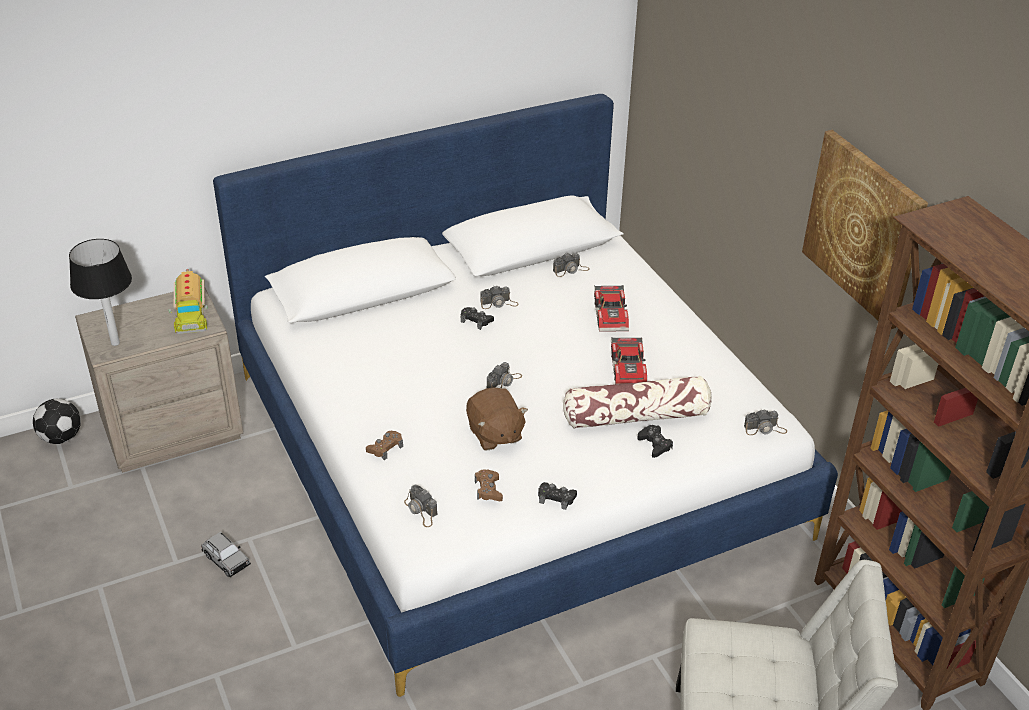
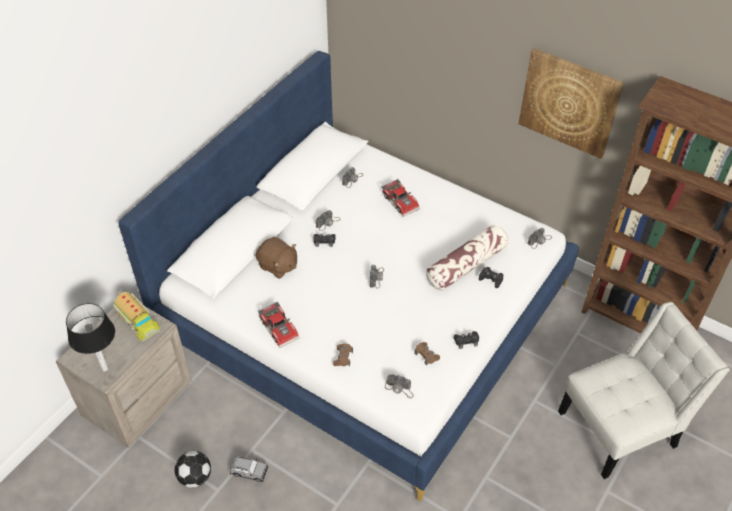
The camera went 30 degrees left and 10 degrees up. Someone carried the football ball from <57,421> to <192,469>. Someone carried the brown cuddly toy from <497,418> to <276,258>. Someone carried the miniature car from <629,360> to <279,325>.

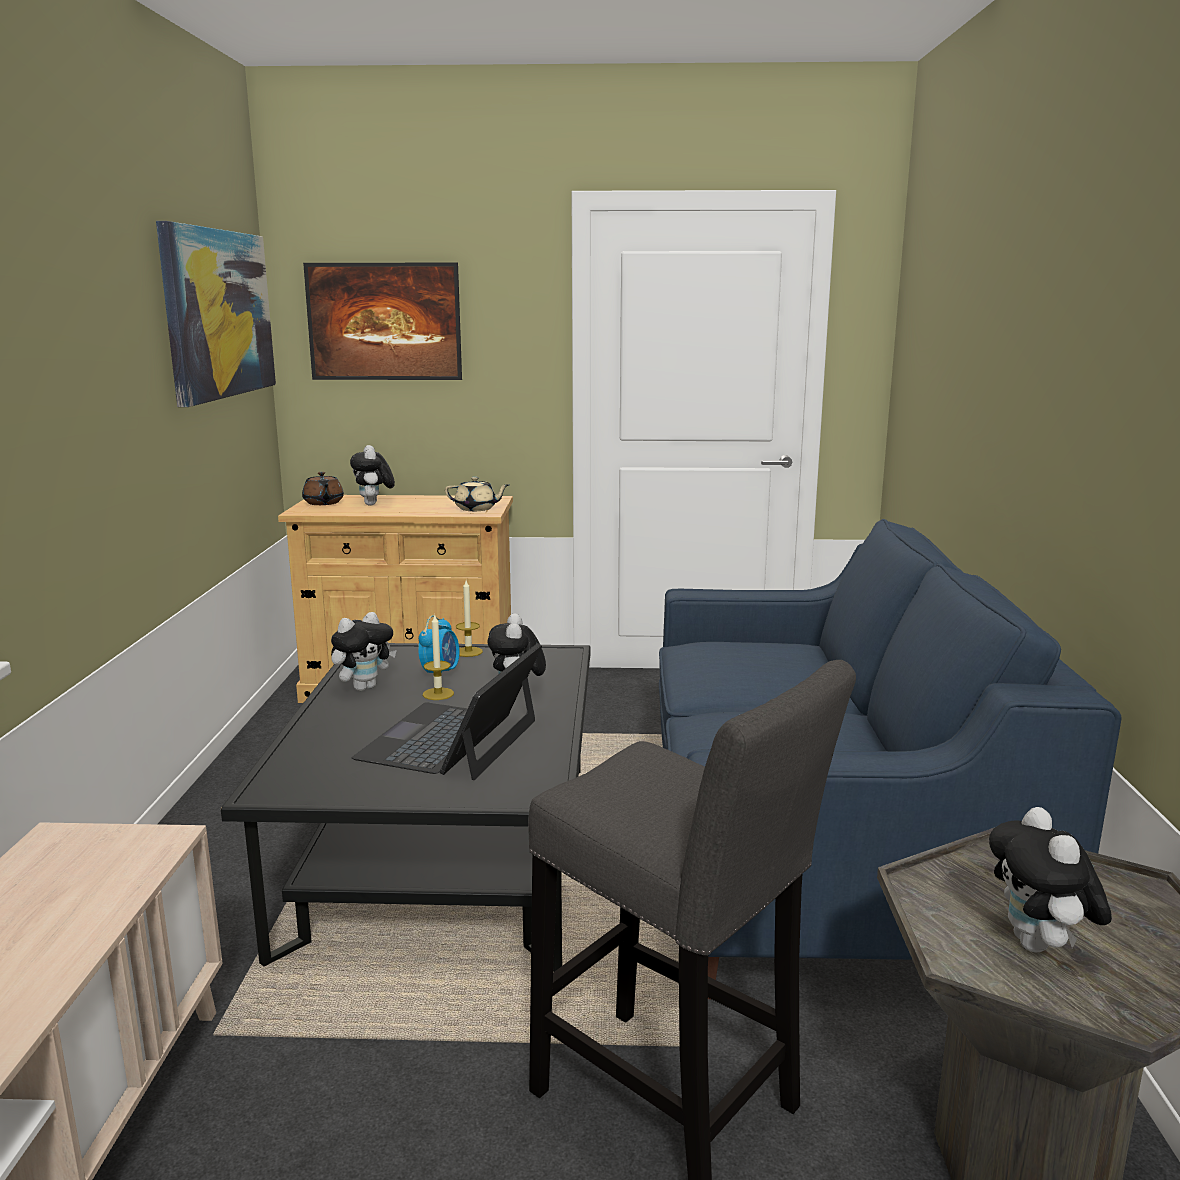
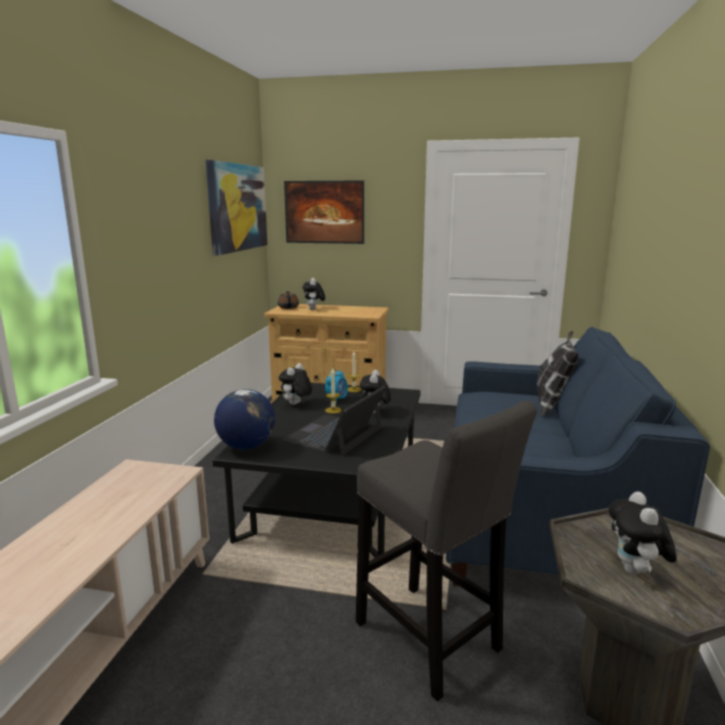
The camera went 10 degrees right and 0 degrees up. Someone put down the desk globe at <244,419>. Someone rotated the cuddly toy at <364,651> by 150 degrees clockwise. Someone put down the cushion at <557,374>. Someone took away the beige-coloured tea pot at <477,494>.

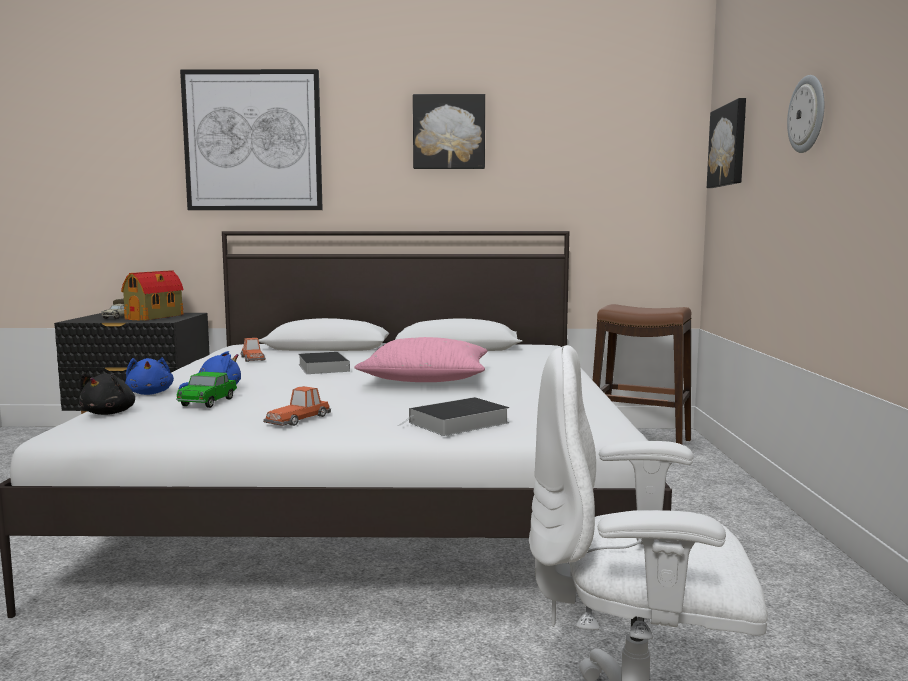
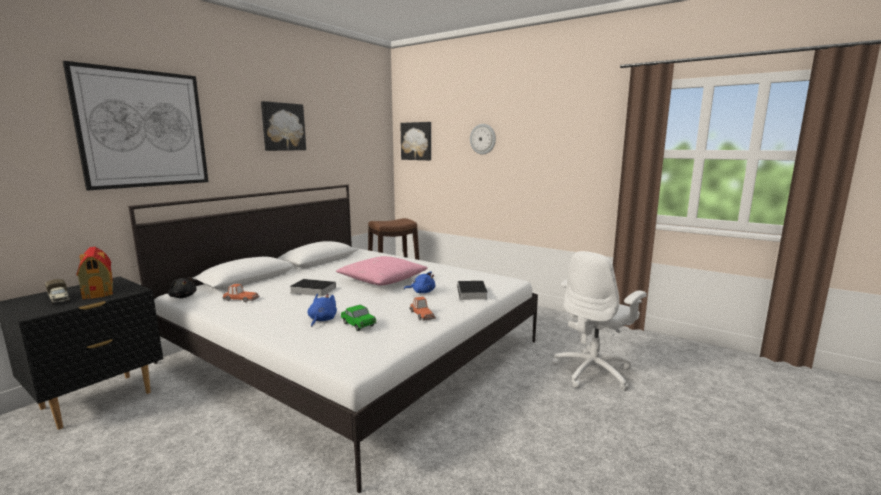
The camera went 55 degrees left and 5 degrees up. Someone carried the black cuddly toy from <107,393> to <182,287>. Someone carried the bluish cuddly toy from <149,376> to <419,282>.

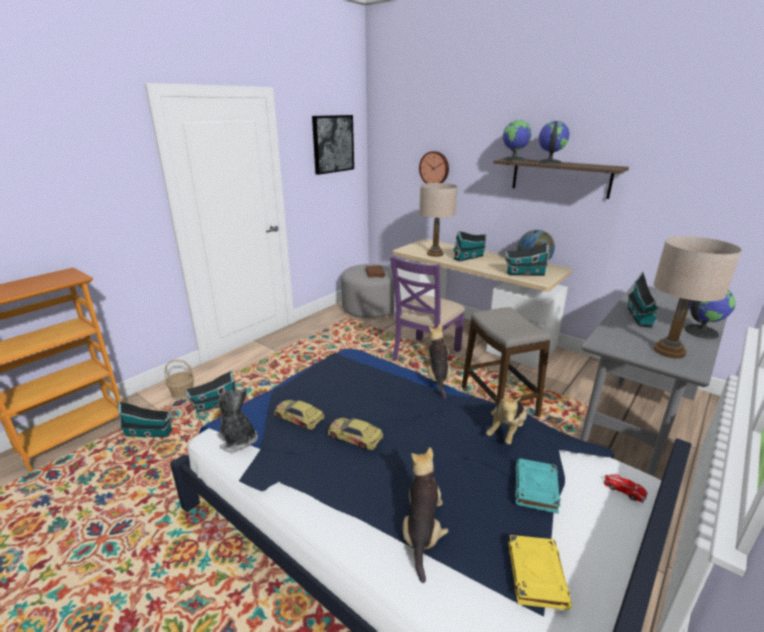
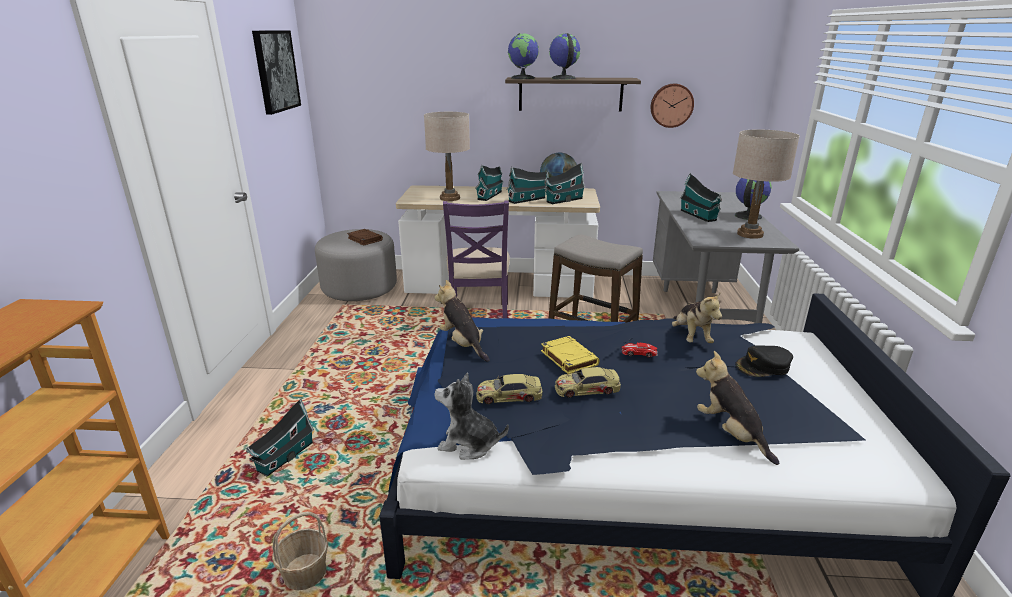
The camera went 35 degrees left and 0 degrees up. Someone carried the storage basket from <179,379> to <300,551>. Someone carried the cuddly toy from <441,361> to <462,321>. Someone carried the toy house from <145,419> to <528,185>. Someone carried the yellow-coloured volume from <540,572> to <570,355>. Someone carried the miniature car from <626,488> to <639,350>. Someone carried the clock on the wall from <434,167> to <672,106>. Someone swapped the blue-green volume at <538,486> for the black cap at <764,361>.

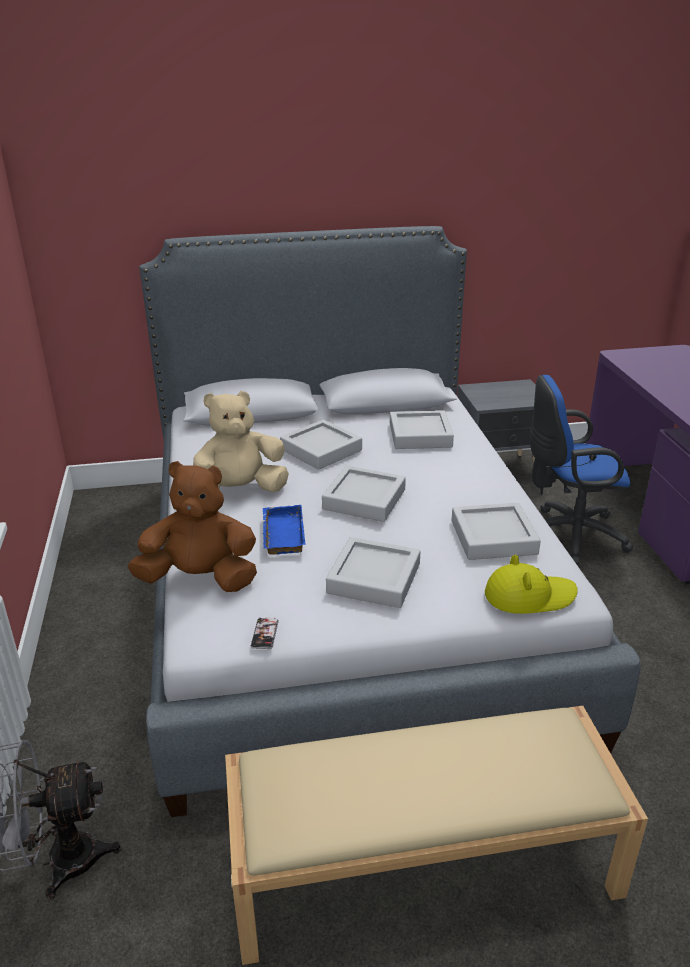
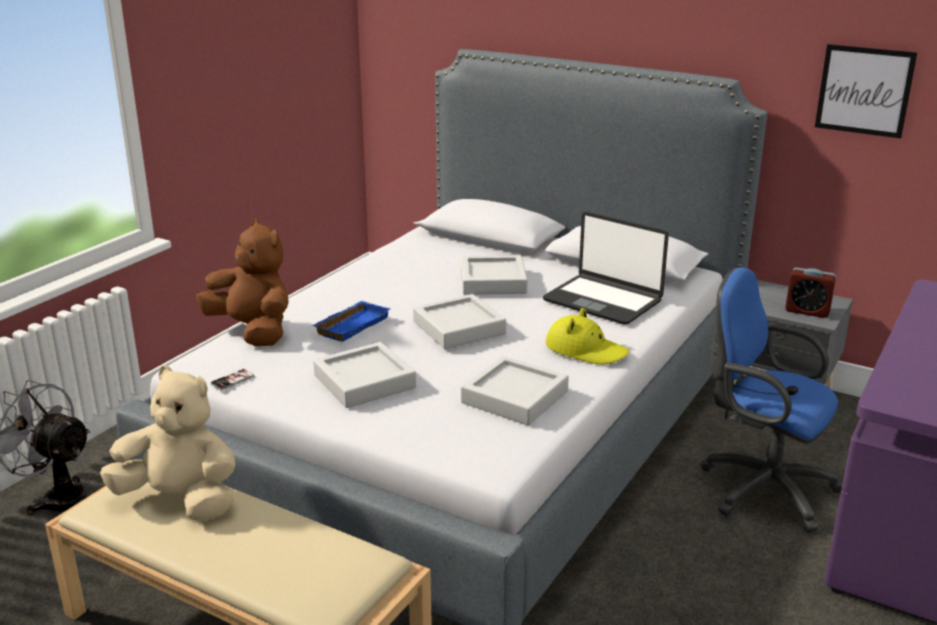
The camera went 40 degrees right and 5 degrees down. Someone carried the beige-coloured cuddly toy from <241,441> to <167,443>. Someone swapped the gray carrying tray at <422,429> for the notebook computer at <606,268>. Someone carried the yellow-coloured hat from <531,584> to <587,336>. Someone put down the bedside clock at <810,292>. Someone put up the wall art at <866,91>.

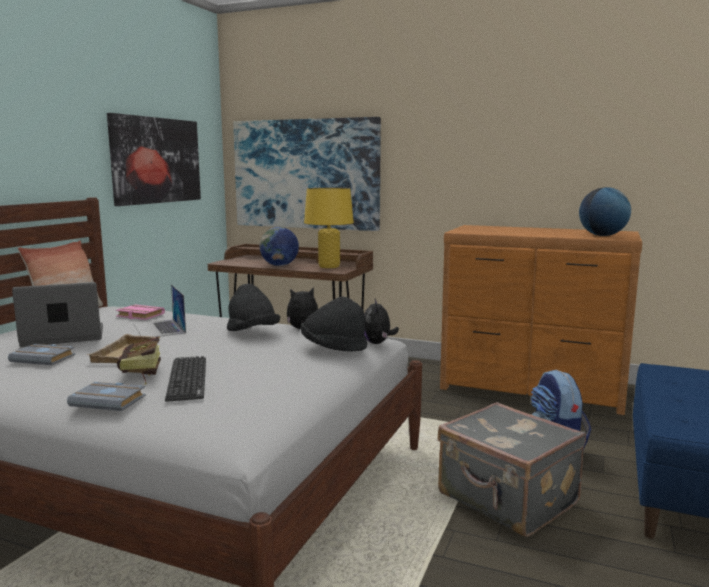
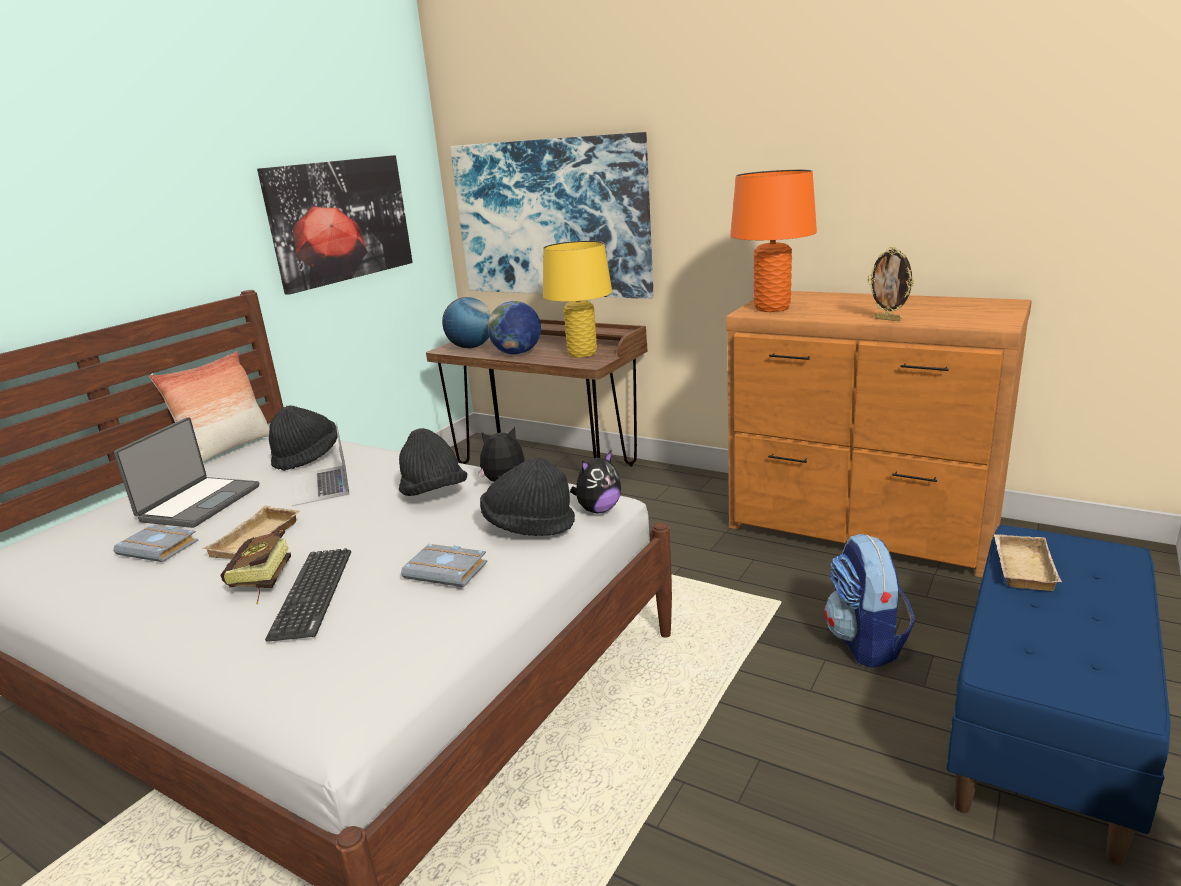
The camera went 10 degrees right and 10 degrees up. Someone rotated the notebook computer at <57,314> by 120 degrees clockwise. Someone swapped the pink volume at <140,312> for the black hat at <303,438>. Someone carried the gray volume from <106,396> to <444,565>. Someone carried the desk globe from <605,211> to <466,322>. Someone rotated the cuddly toy at <381,321> by 135 degrees counterclockwise. Someone put down the orange-coloured lamp for a table at <773,241>. Someone put down the photo frame at <891,284>. Someone put down the beige-coloured carrying tray at <1028,562>. Someone took away the gray suitcase at <512,469>.

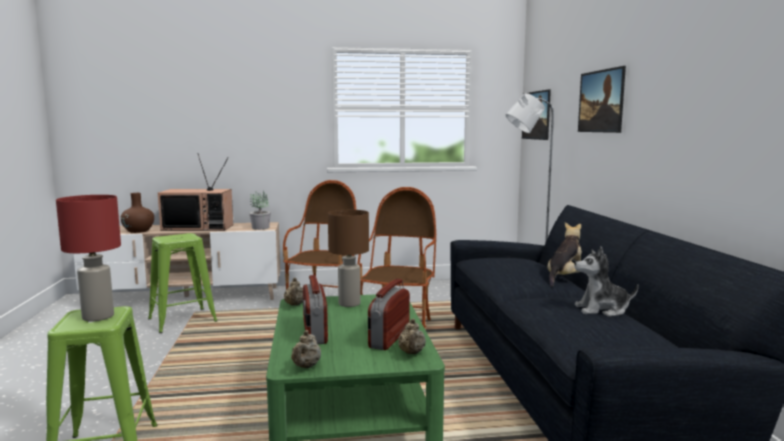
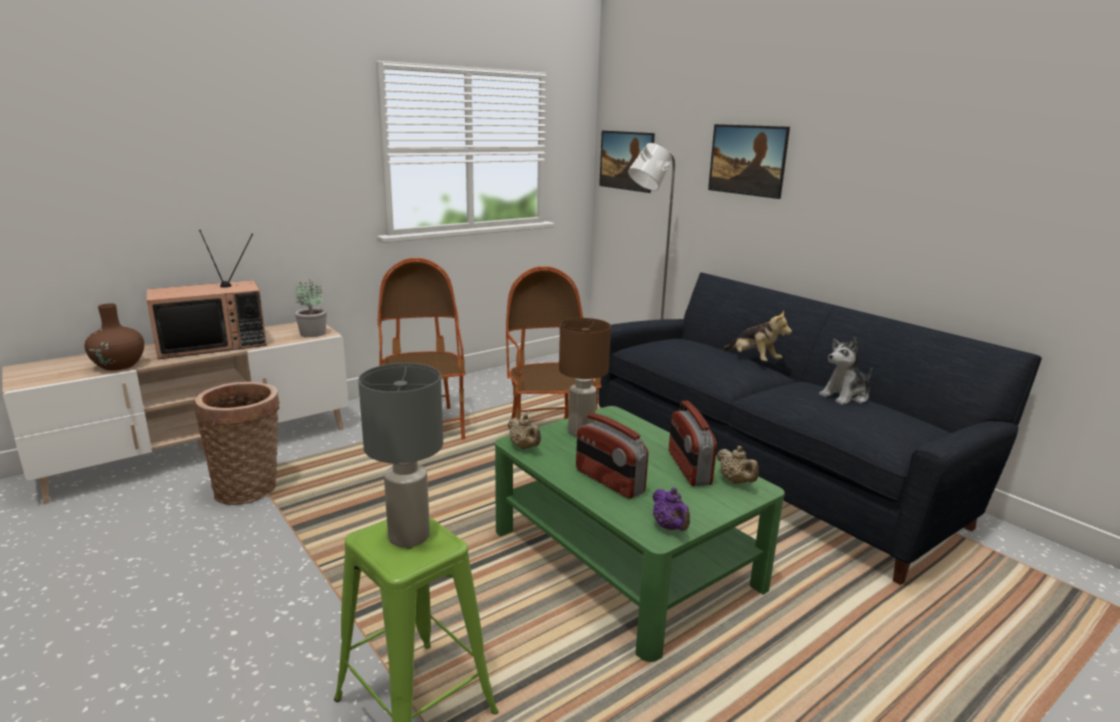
The camera went 30 degrees left and 10 degrees up. Someone swapped the green-coloured stool at <182,283> for the storage basket at <237,443>. Someone repainted the reddish lamp for a table at <88,258>, which became the gray lamp for a table at <400,455>. Someone repainted the beige-coloured tea pot at <306,349>, which became the purple-coloured tea pot at <671,509>. Someone rotated the cuddly toy at <564,254> by 135 degrees clockwise.

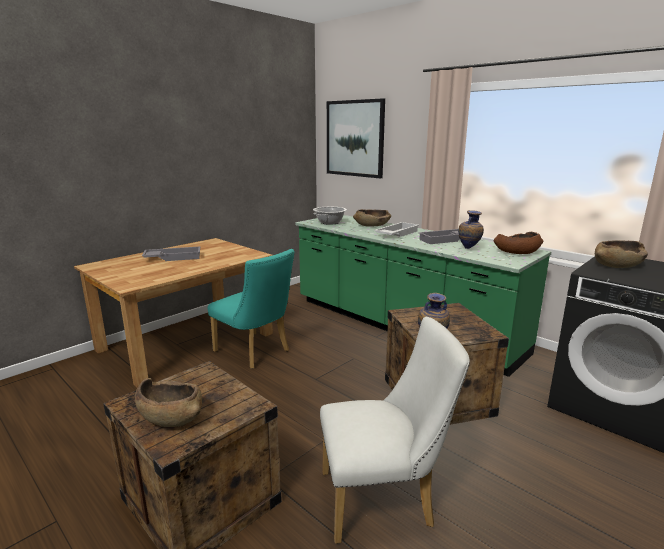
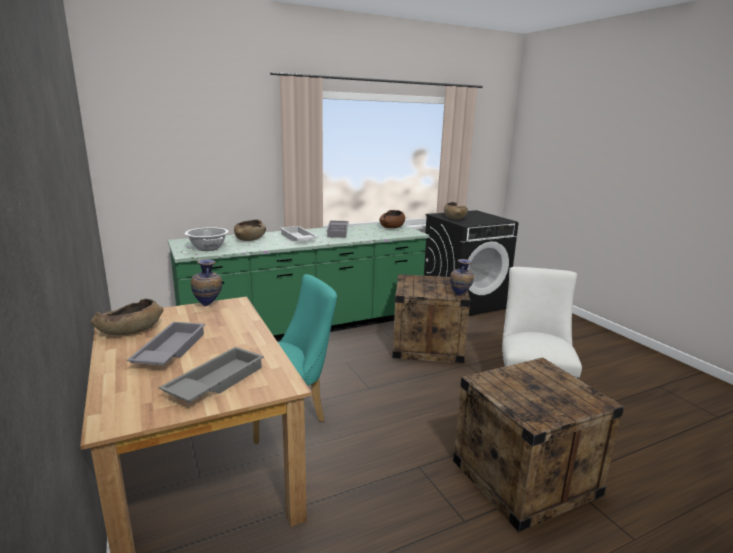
The camera went 70 degrees left and 0 degrees up. Someone carried the brown deep dish from <168,402> to <127,316>. Someone put down the gray carrying tray at <211,375>. Someone carried the decorative vase from <471,229> to <206,282>. Someone took away the wall art at <356,138>.

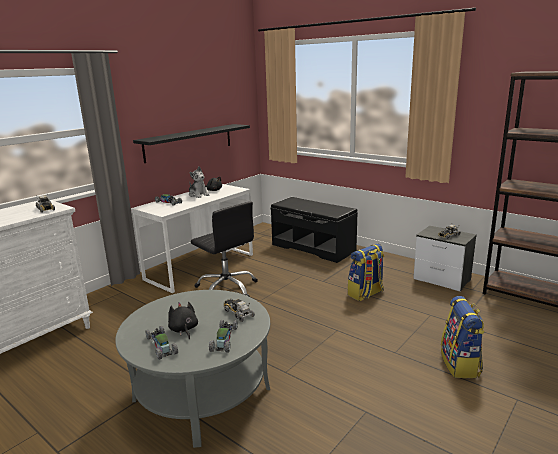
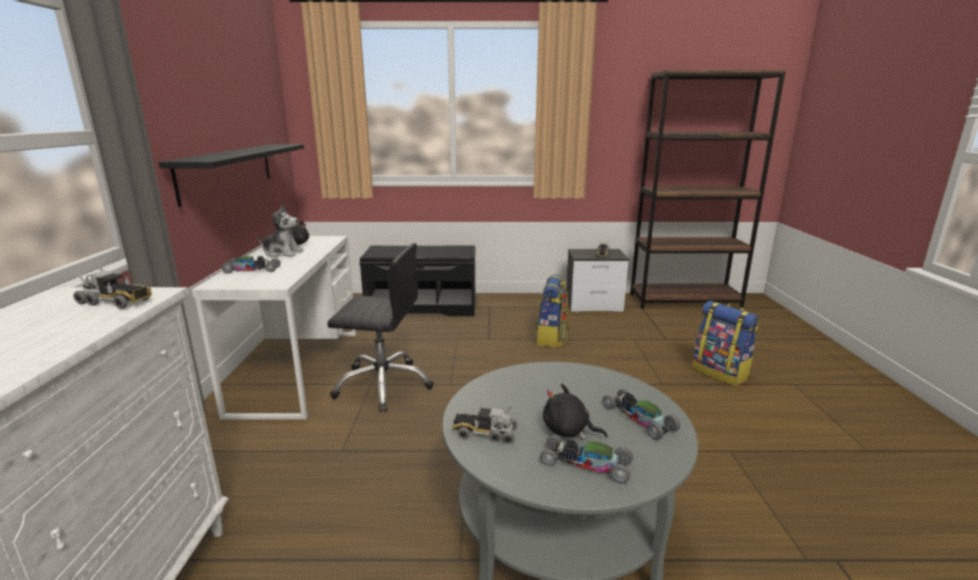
The camera went 40 degrees left and 0 degrees up. Someone carried the toy lorry from <239,310> to <485,425>.

